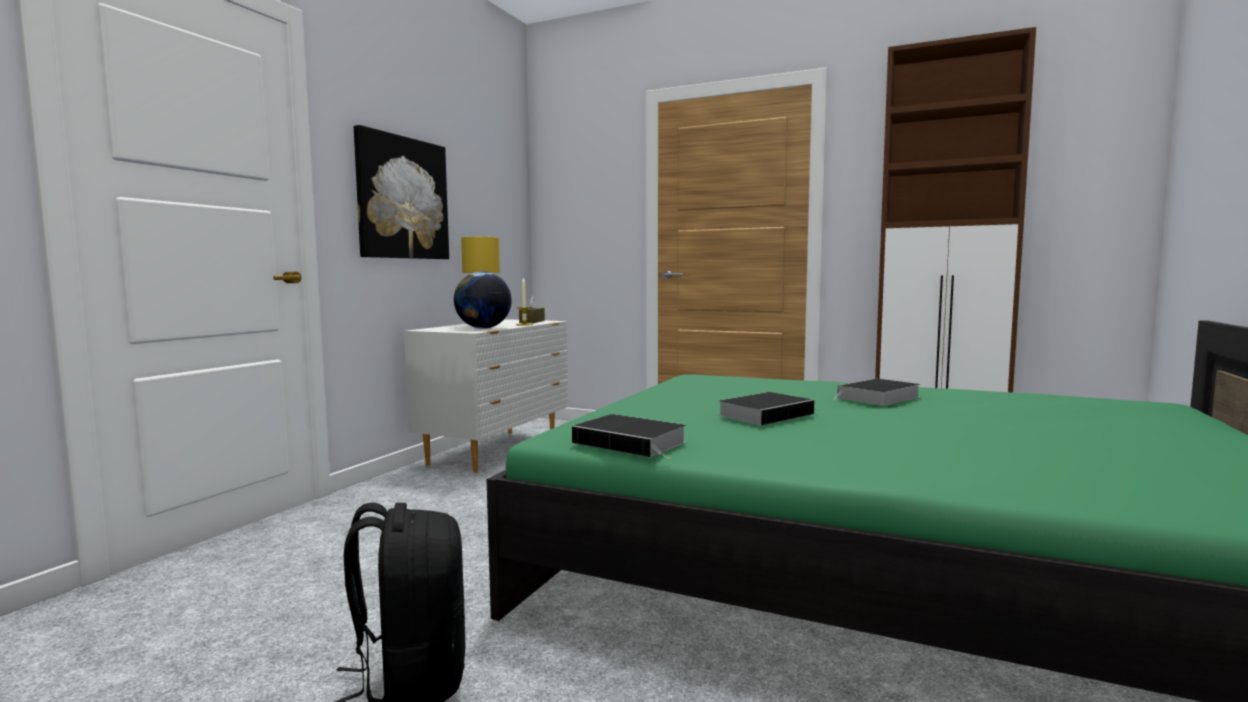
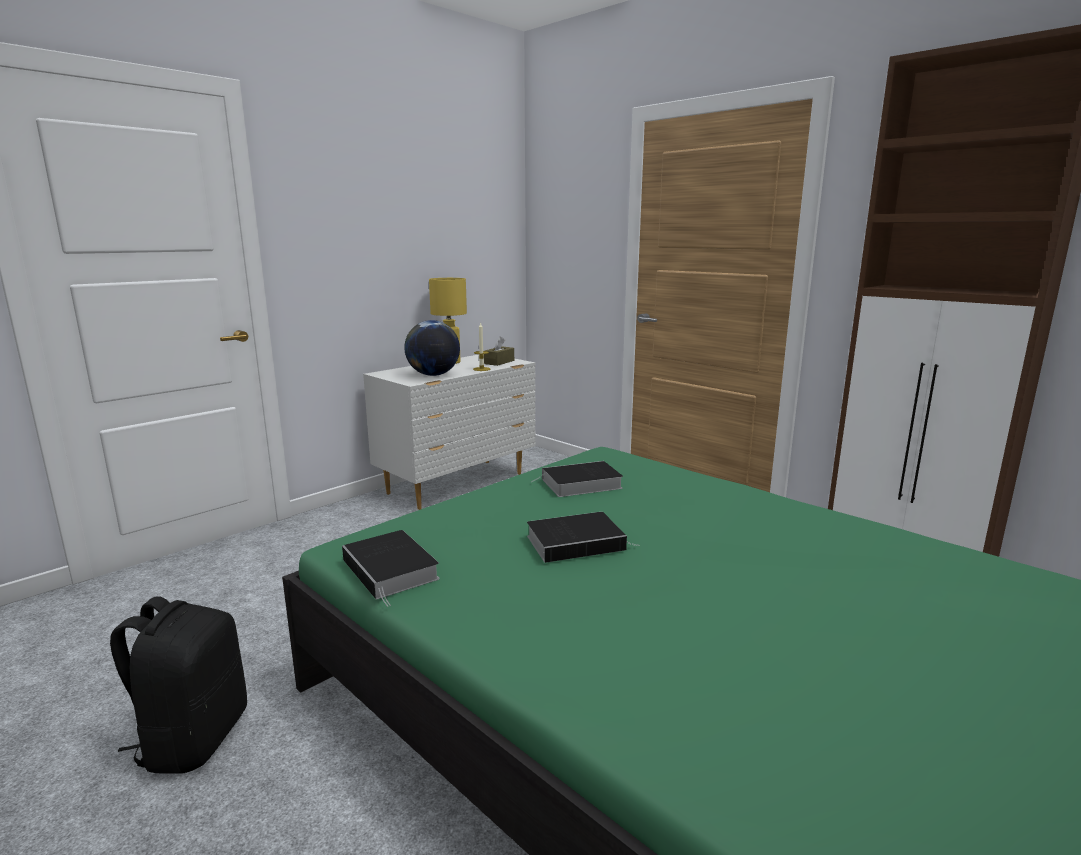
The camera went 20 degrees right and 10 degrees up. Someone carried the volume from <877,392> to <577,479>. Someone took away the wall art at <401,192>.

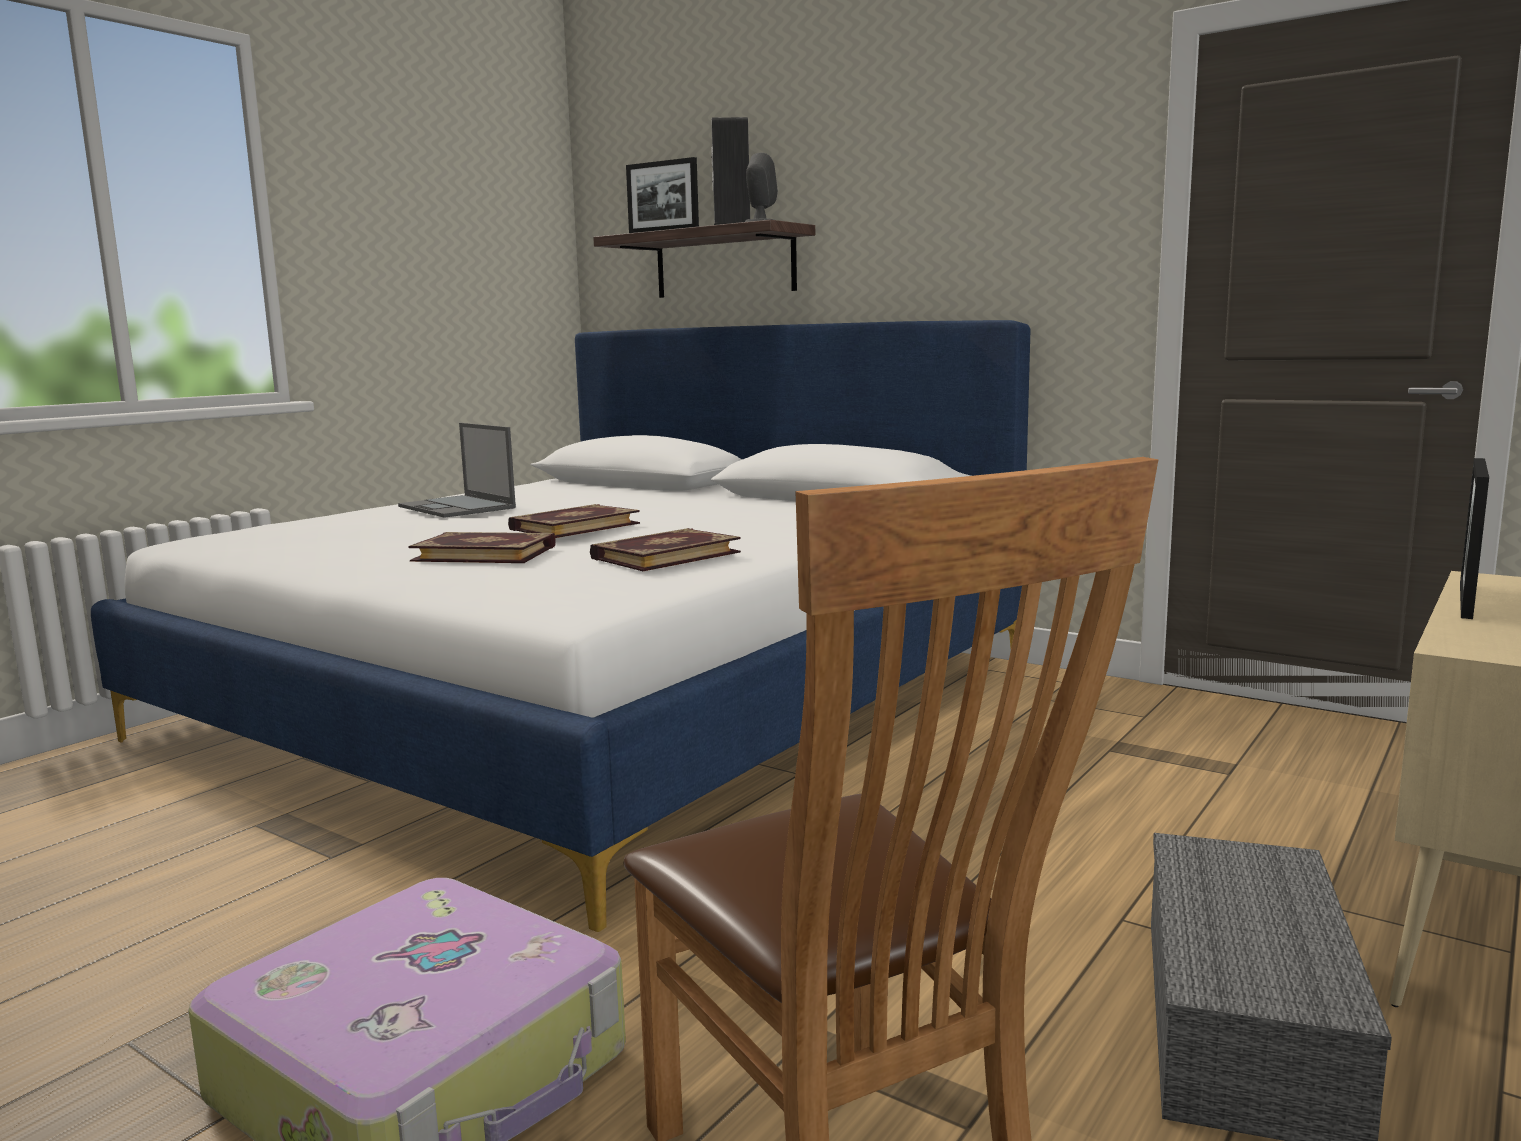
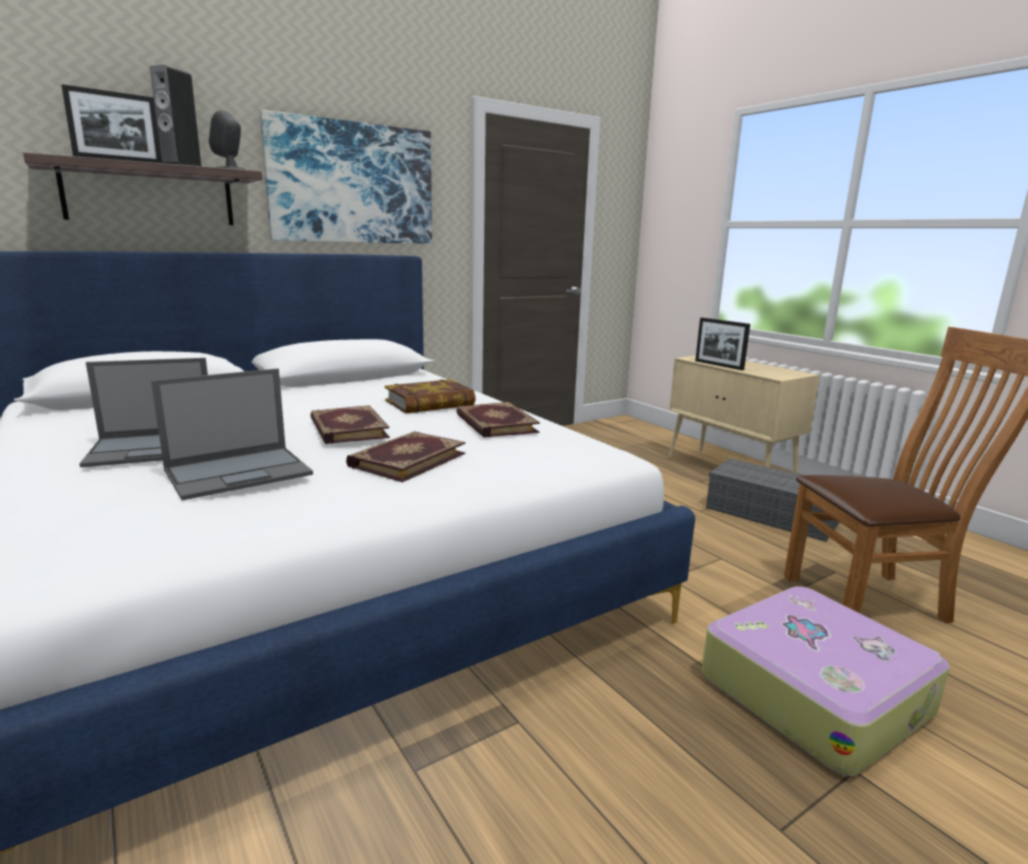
The camera went 70 degrees left and 5 degrees up. Someone put down the notebook computer at <232,434>. Someone put up the wall art at <346,177>. Someone put down the volume at <430,396>.

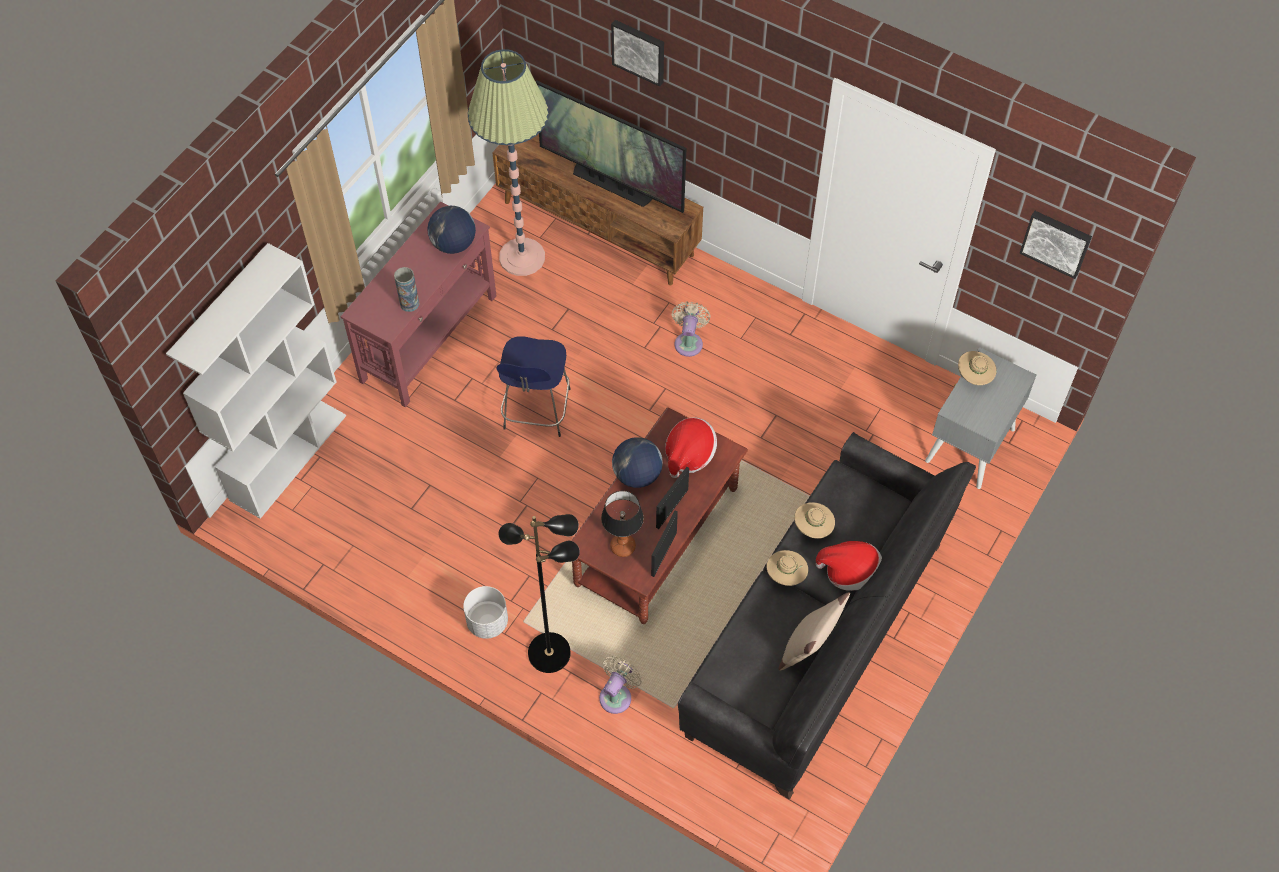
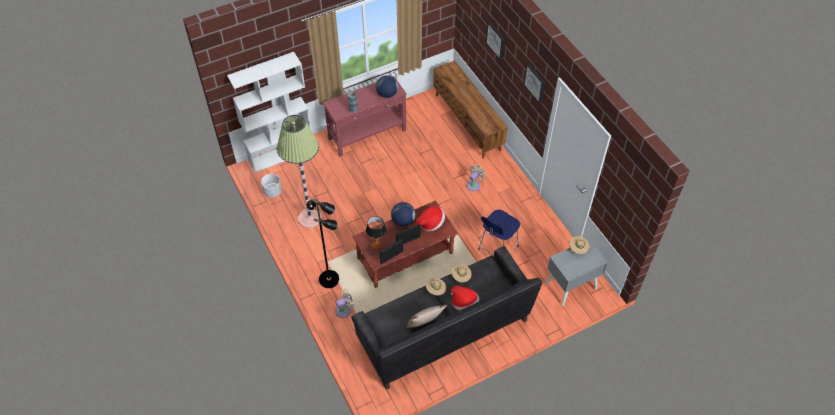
The camera went 30 degrees right and 5 degrees down. Someone carried the white planter from <485,612> to <271,186>. Someone carried the standard lamp from <508,162> to <299,171>. Someone carried the bluish stool from <533,386> to <499,232>. Someone carried the wall art from <1056,245> to <534,83>. Someone took away the television at <610,146>.

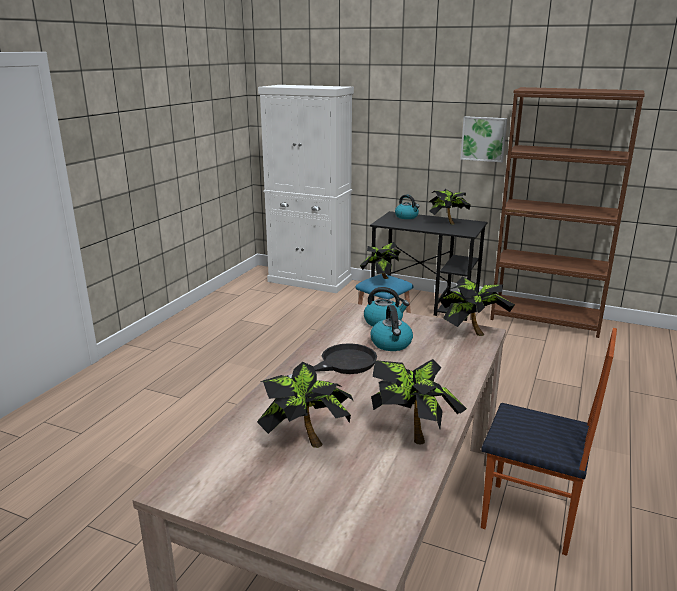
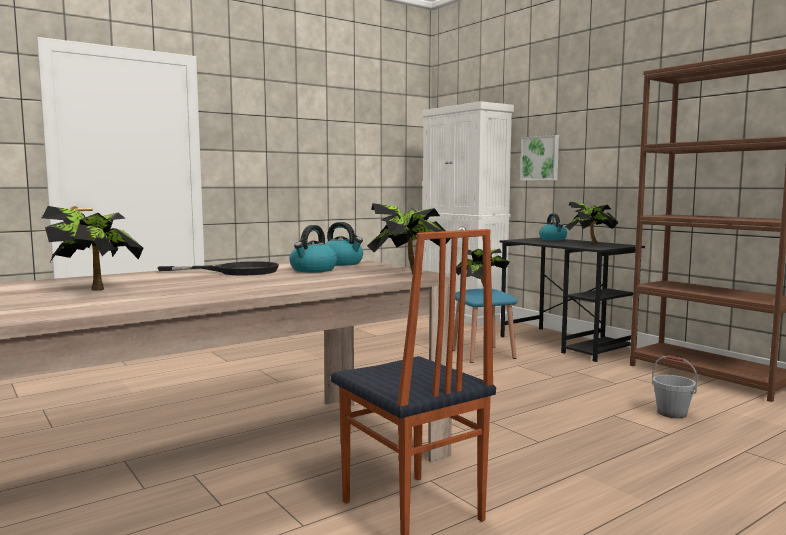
The camera went 30 degrees right and 15 degrees down. Someone carried the wall art from <483,139> to <539,158>. Someone put down the gray bucket at <675,386>. Someone took away the houseplant at <419,402>.

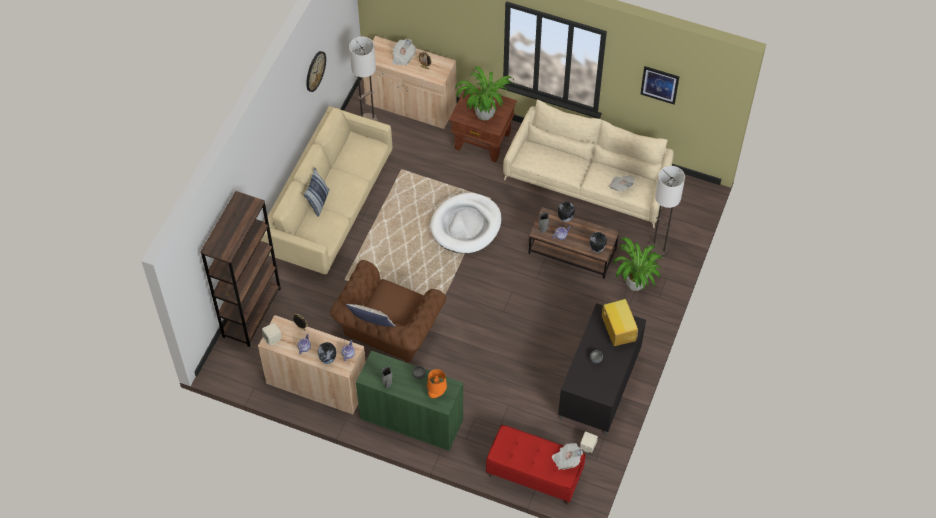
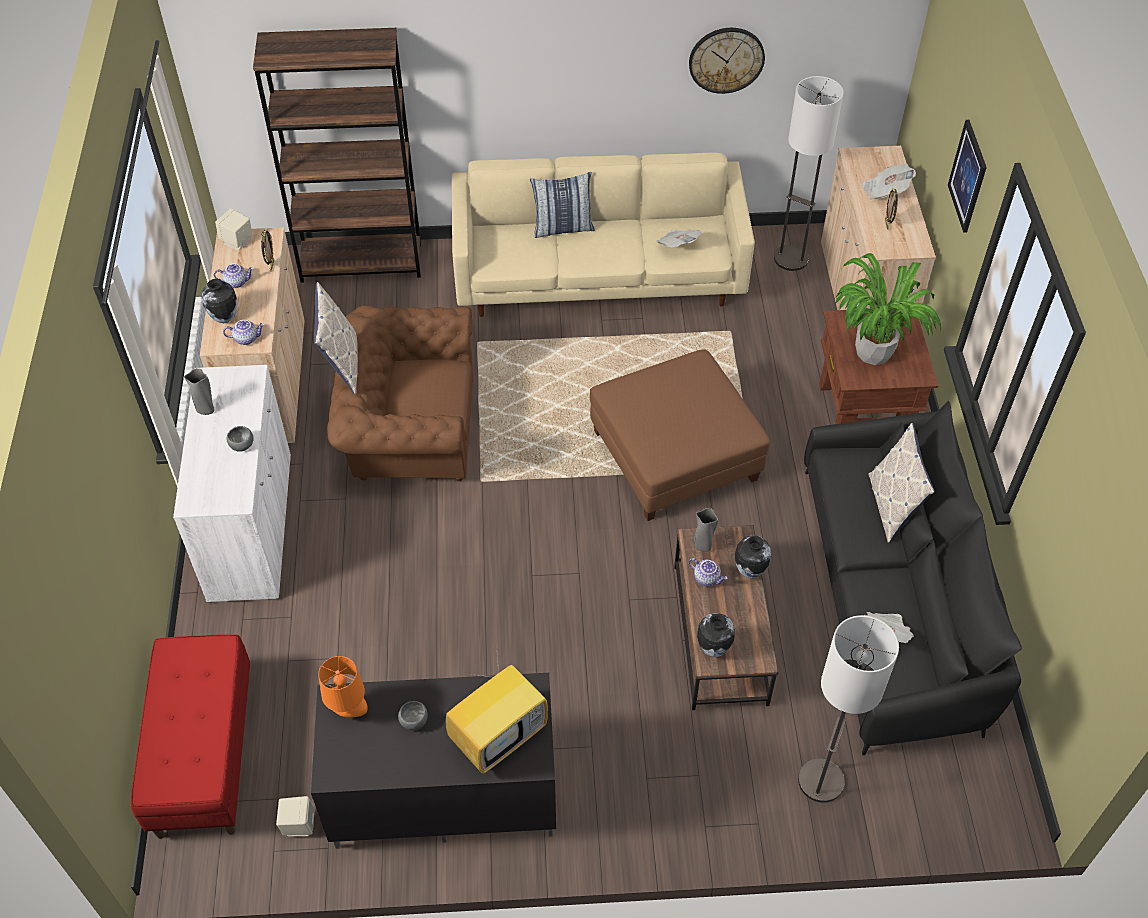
The camera went 65 degrees right and 5 degrees down. Someone repainted the green-coloured cabinet at <409,400>, which became the white cabinet at <232,484>. Someone carried the orange-coloured lamp for a table from <437,383> to <343,687>. Someone swapped the white pet bed at <466,223> for the brown footrest at <680,435>. Someone carried the daily paper from <567,456> to <679,238>. Someone repainted the beige-coloured settee at <588,164>, which became the black settee at <913,578>. Someone put down the cushion at <902,483>. Someone carried the wall art from <660,85> to <967,176>. Someone took away the houseplant at <637,264>.

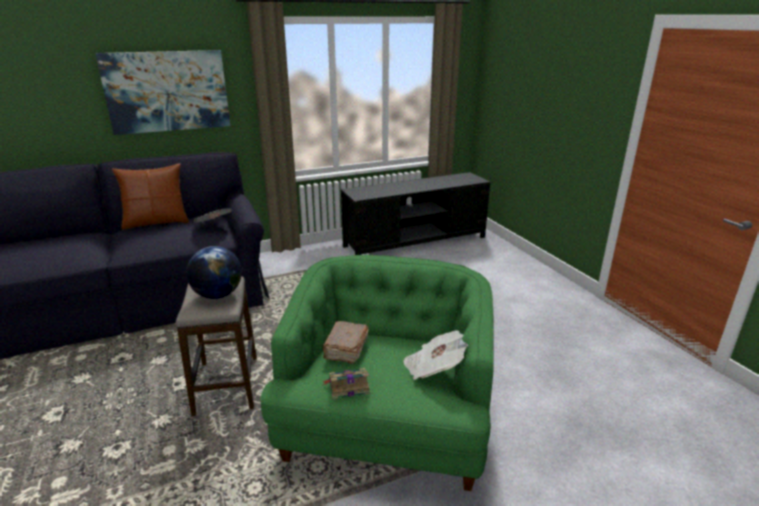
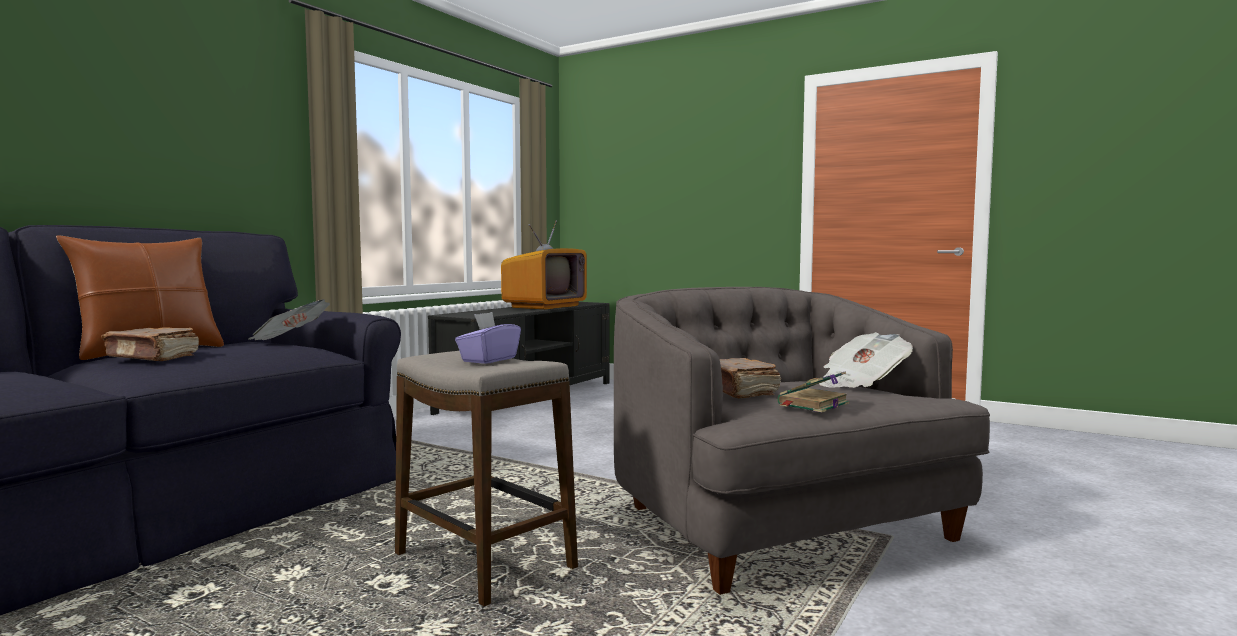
The camera went 35 degrees left and 20 degrees down. Someone put down the brown volume at <150,344>. Someone swapped the desk globe at <214,272> for the purple-coloured tissue box at <488,338>. Someone put down the television at <544,265>. Someone repainted the green-coloured easy chair at <377,373>, which became the gray easy chair at <802,441>. Someone took away the wall art at <162,92>.

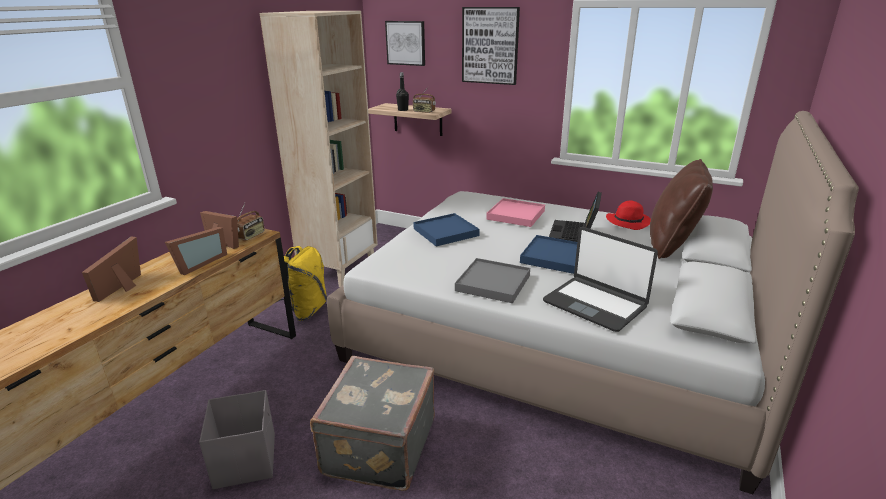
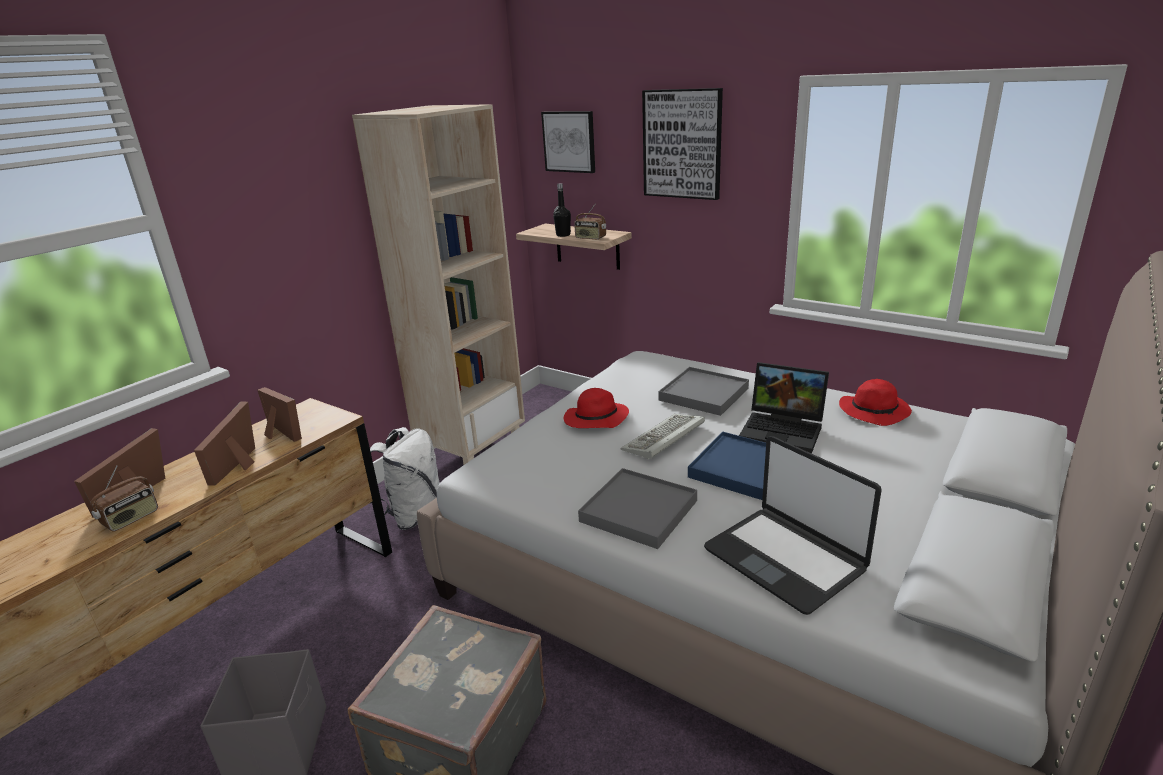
The camera went 10 degrees right and 0 degrees up. Someone carried the radio set from <251,222> to <124,498>. Someone rotated the photo frame at <196,251> by 150 degrees clockwise. Someone repainted the yellow-coloured backpack at <301,283>, which became the white backpack at <404,478>. Someone swapped the bluish carrying tray at <446,229> for the reddish hat at <596,408>. Someone put down the computer keyboard at <662,437>. Someone repainted the pink carrying tray at <515,212>, which became the gray carrying tray at <704,391>. Someone rotated the notebook computer at <575,217> by 90 degrees counterclockwise. Someone took away the brown cushion at <681,209>.

